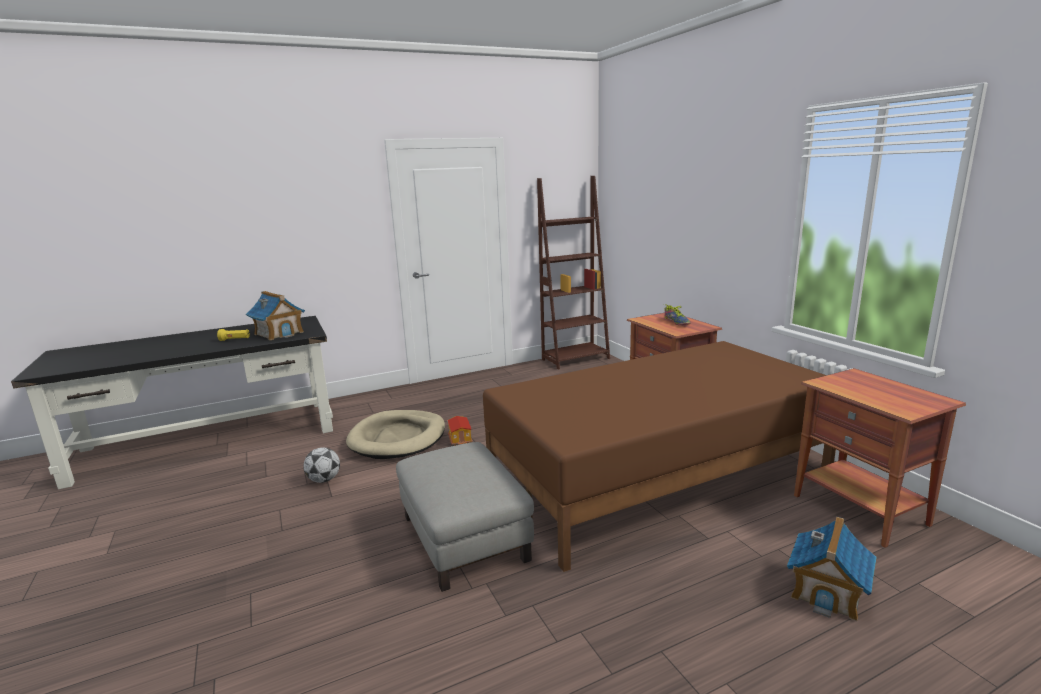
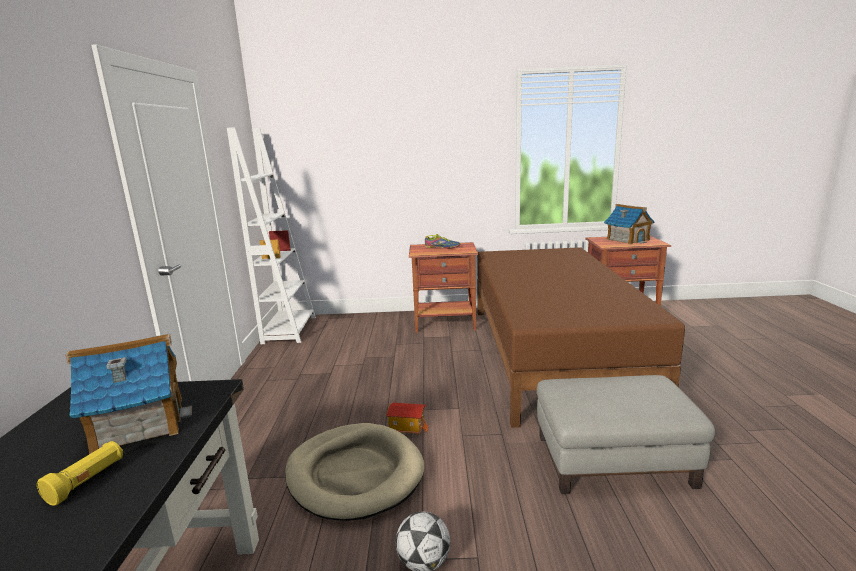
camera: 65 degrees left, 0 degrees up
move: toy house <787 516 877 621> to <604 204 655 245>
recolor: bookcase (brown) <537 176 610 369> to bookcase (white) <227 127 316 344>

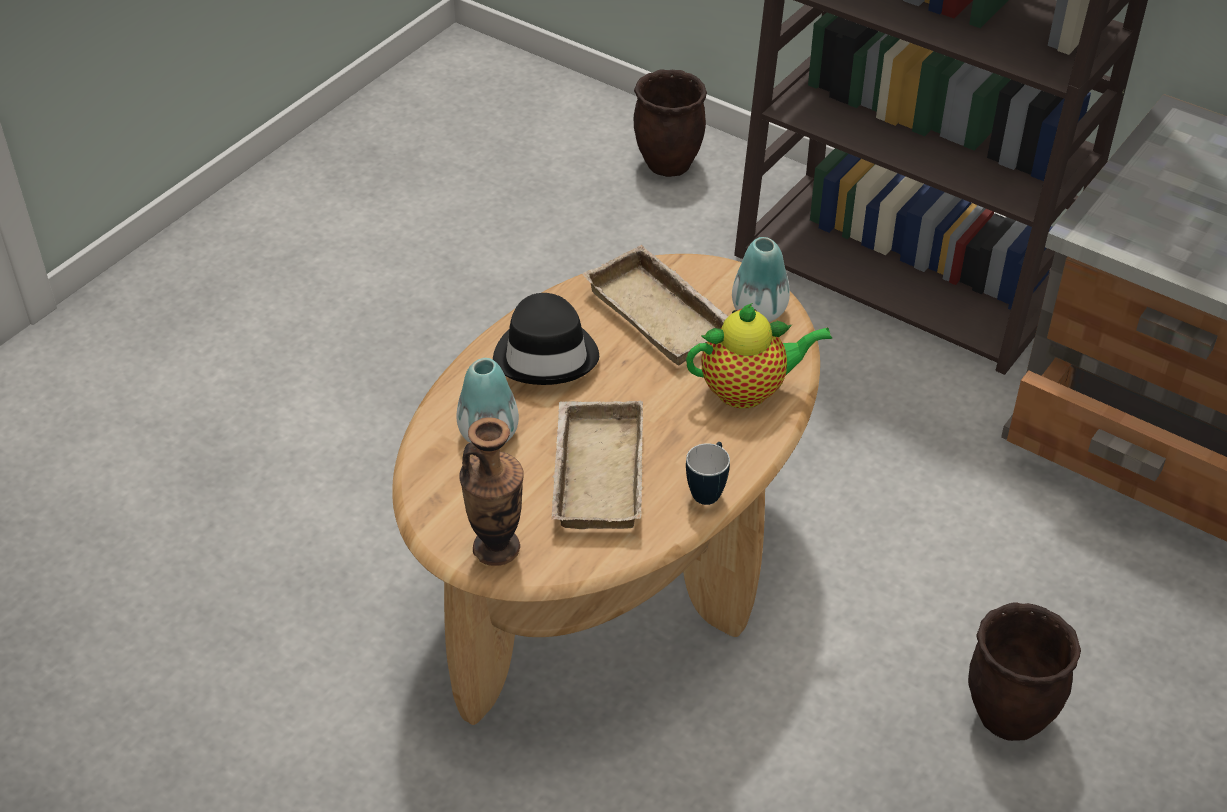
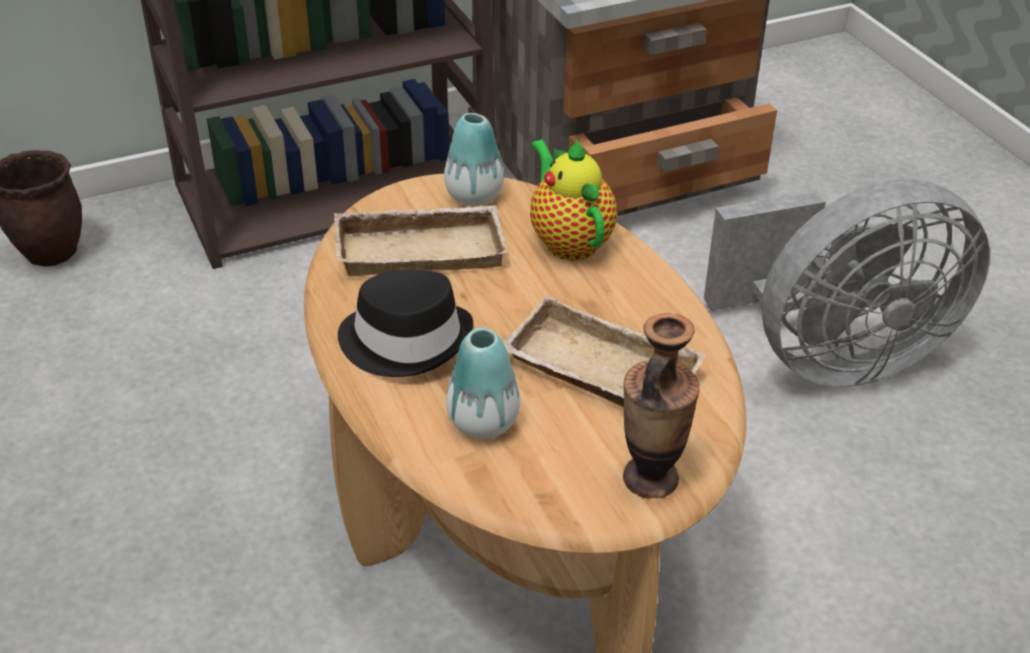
camera: 60 degrees left, 5 degrees down
delete: mug <686 442 730 505>
replace: planter (brown) <968 603 1081 741> to fan (grey) <704 179 990 387>
rotate: teapot <686 303 832 408> = <530 138 617 261> 45 degrees counterclockwise

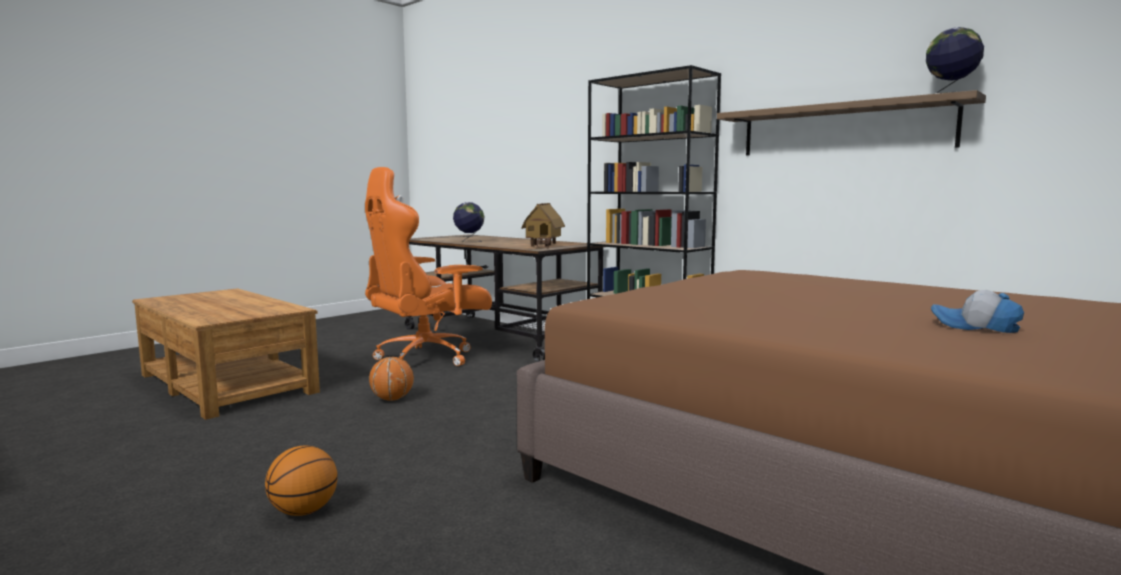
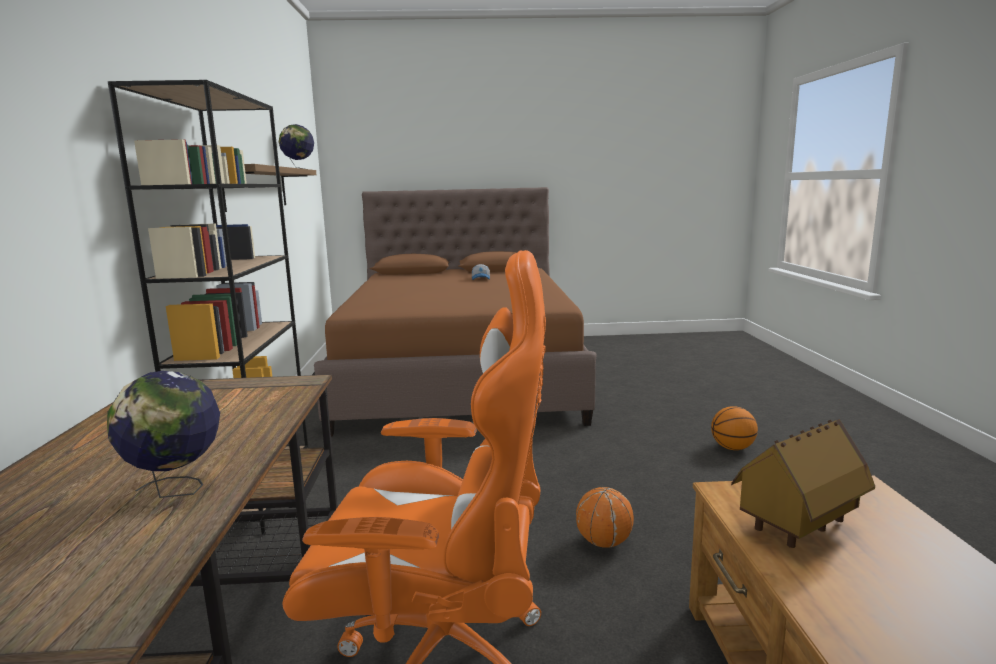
camera: 135 degrees left, 5 degrees up
move: toy house <521 203 565 249> to <731 419 875 548>

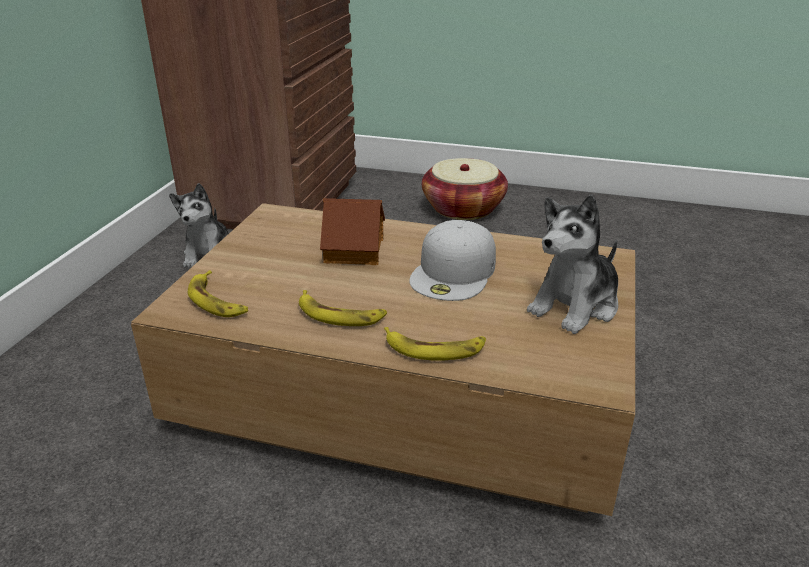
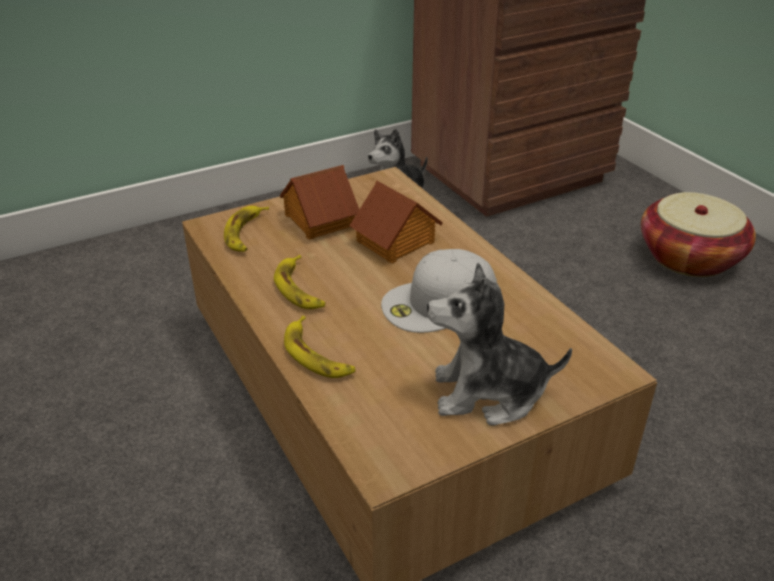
camera: 45 degrees right, 5 degrees up
insert: toy house <280 165 359 240>

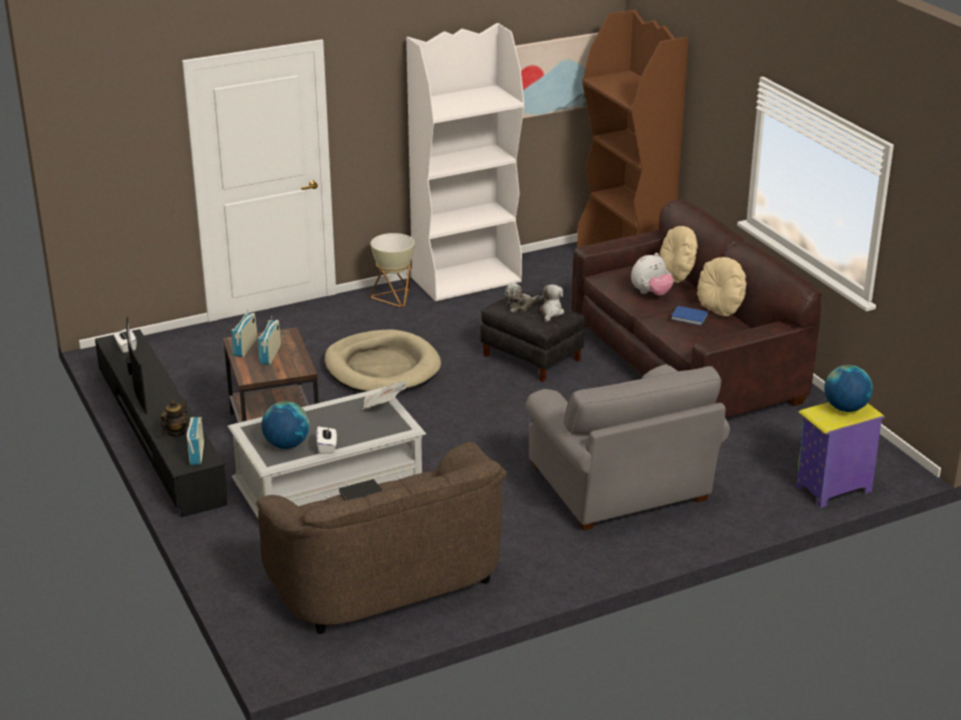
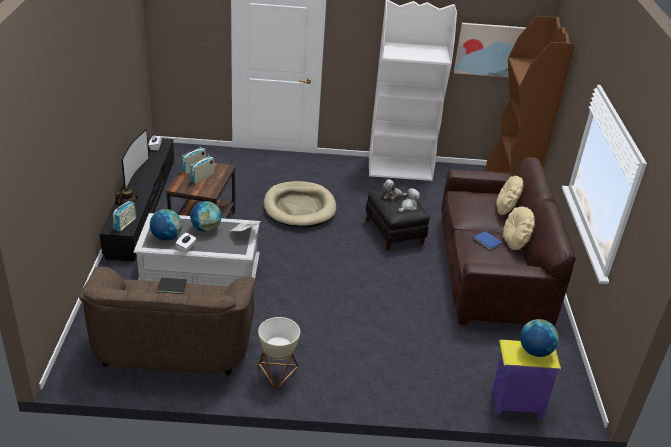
camera: 25 degrees right, 5 degrees up
delete: armchair (grey) <525 364 730 531>; plush toy <631 253 674 296>
insert: globe <190 201 222 232>
move: planter <369 233 415 308> to <258 317 300 388>

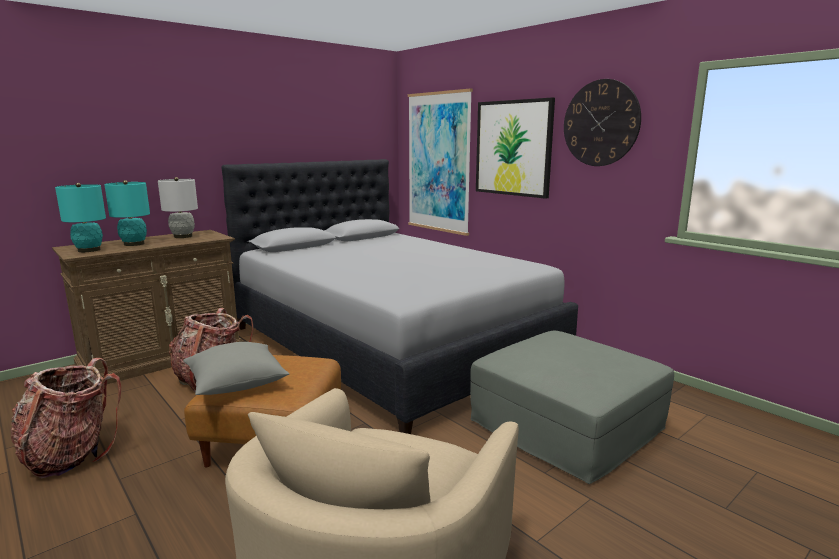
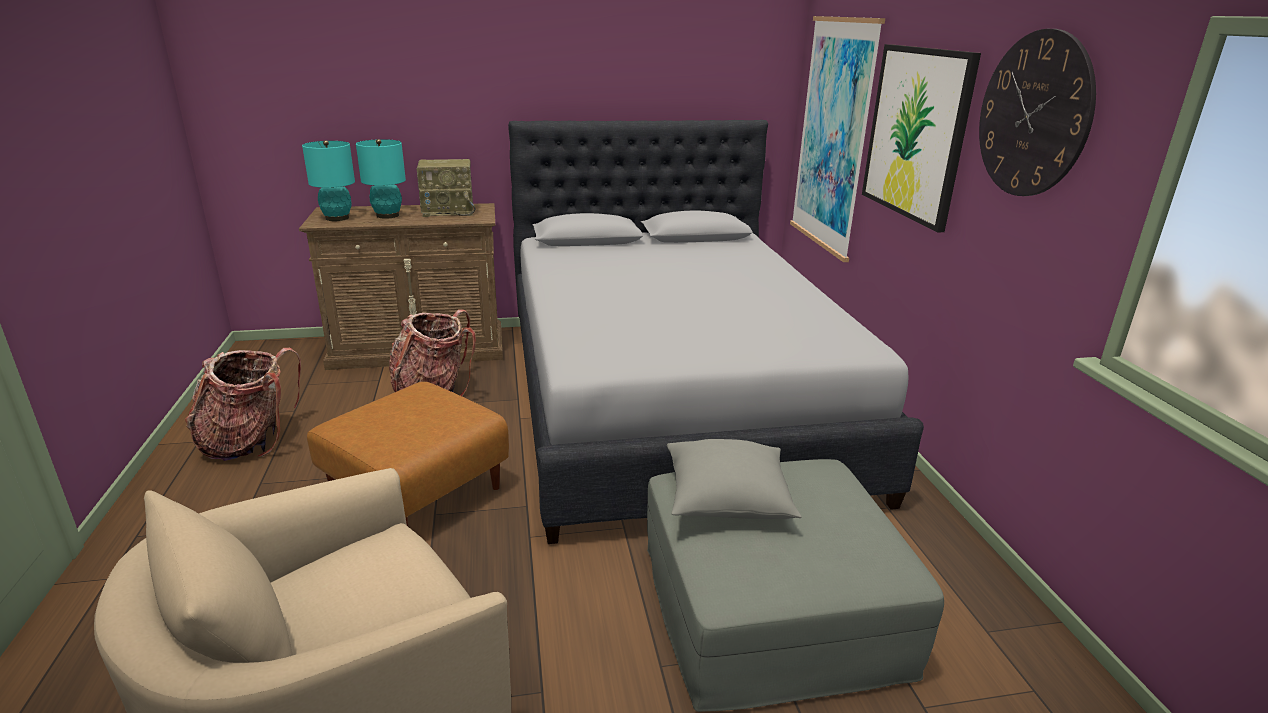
camera: 30 degrees right, 10 degrees up
move: pillow (grey) <183 342 289 395> to <667 439 801 519>
replace: table lamp (white) <158 177 198 238> to radio <417 159 475 217>

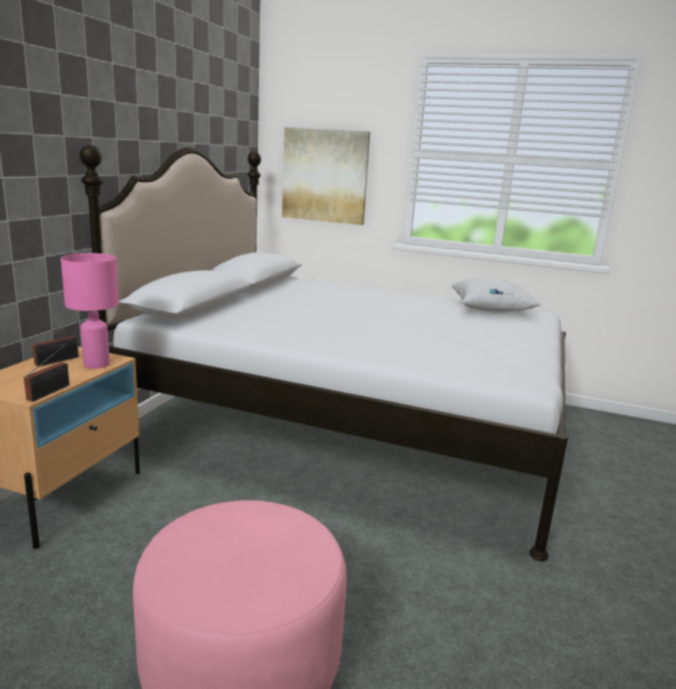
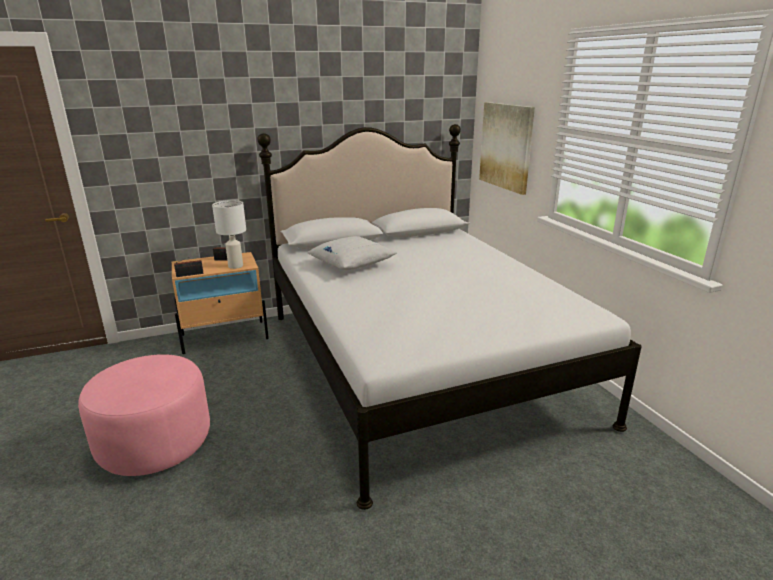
camera: 50 degrees right, 5 degrees up
move: pillow (grey) <452 278 541 312> to <307 236 397 270>
recolor: table lamp (pink) <61 253 119 369> to table lamp (white) <212 200 246 269>

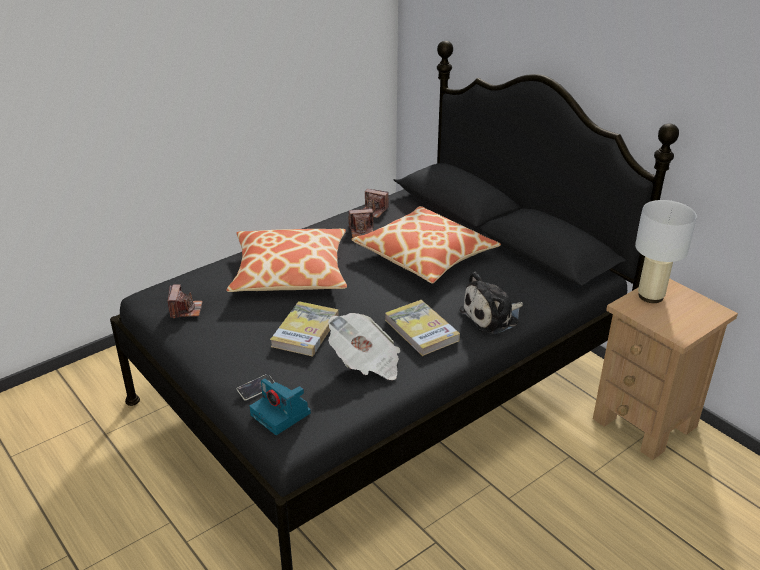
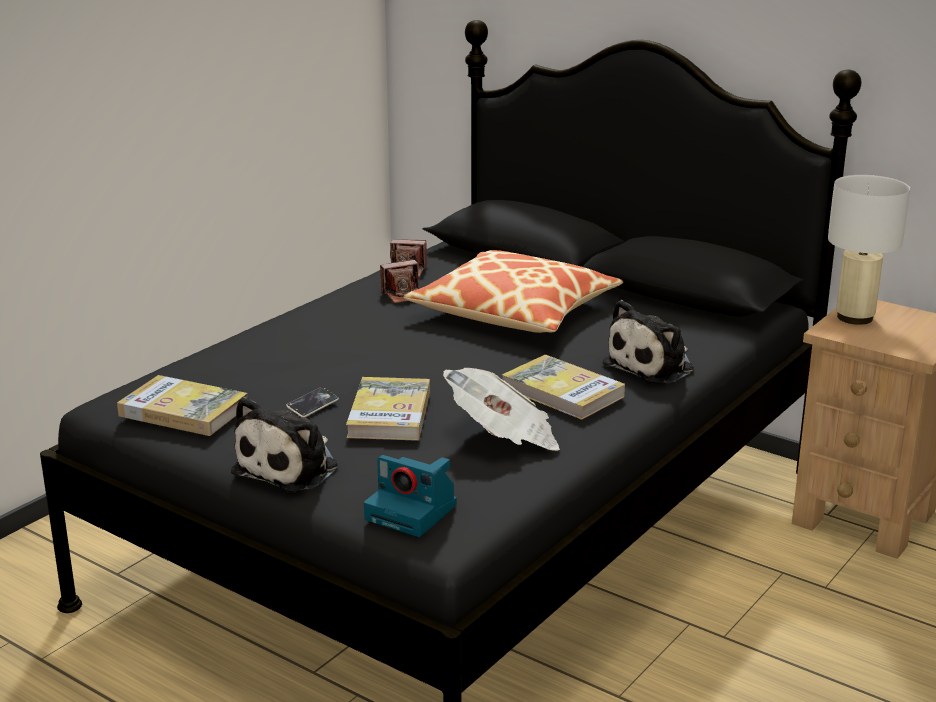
camera: 15 degrees left, 10 degrees down
delete: pillow <226 229 347 292>
insert: plush toy <231 397 338 492>
move: phone <237 374 275 401> to <286 387 339 417>
replace: photo camera <168 284 202 319> to book <117 375 248 436>

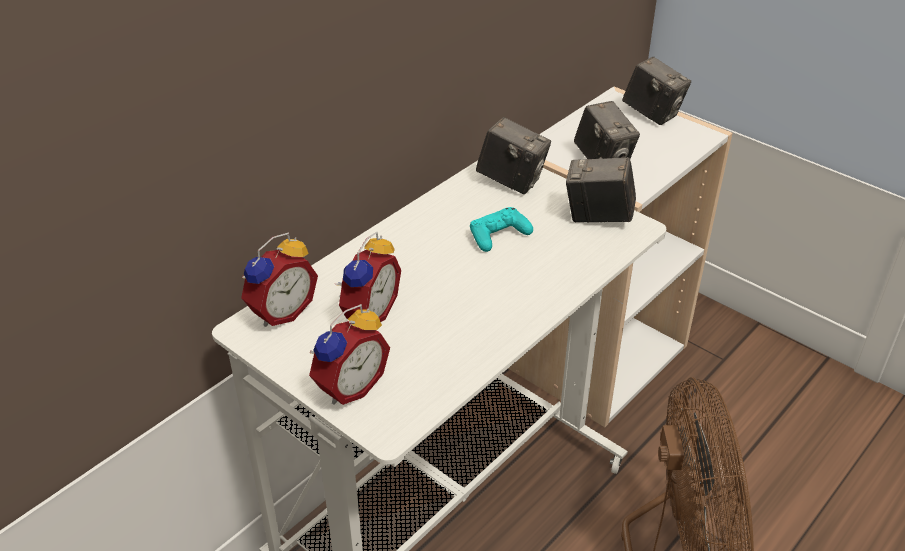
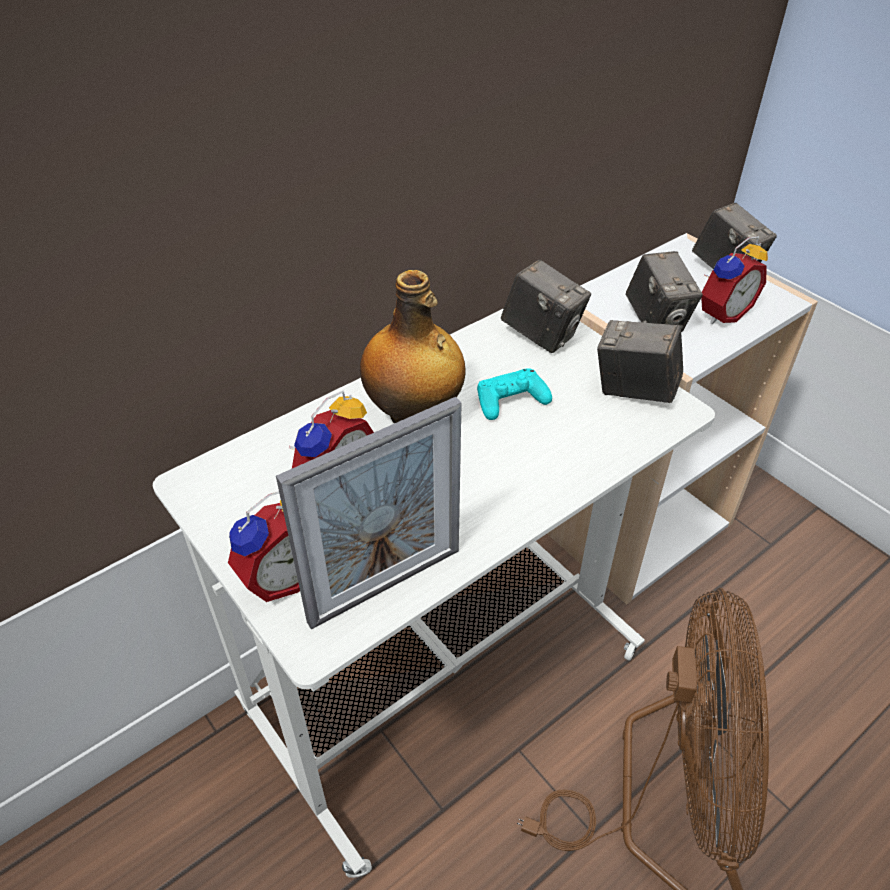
camera: 10 degrees right, 5 degrees up
insert: picture frame <276 397 462 629>; bottle <360 270 466 423>
move: alarm clock <241 233 318 327> to <701 236 768 324>

